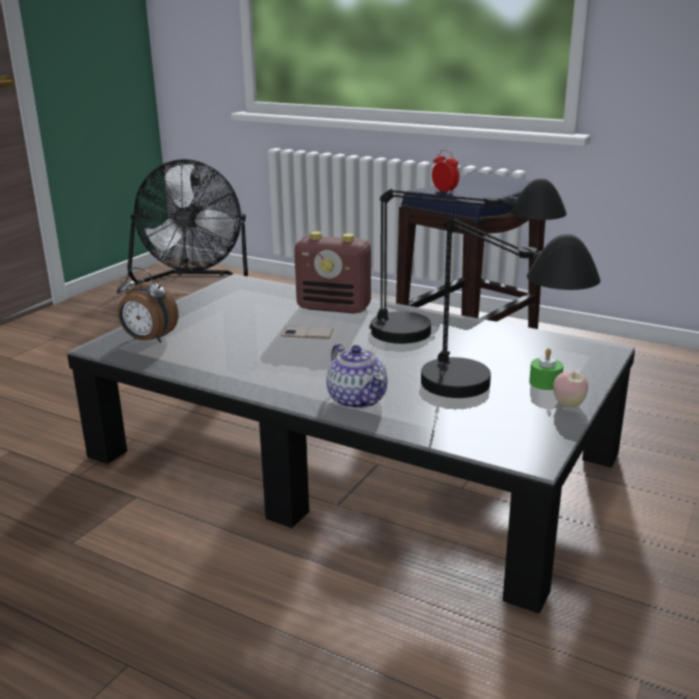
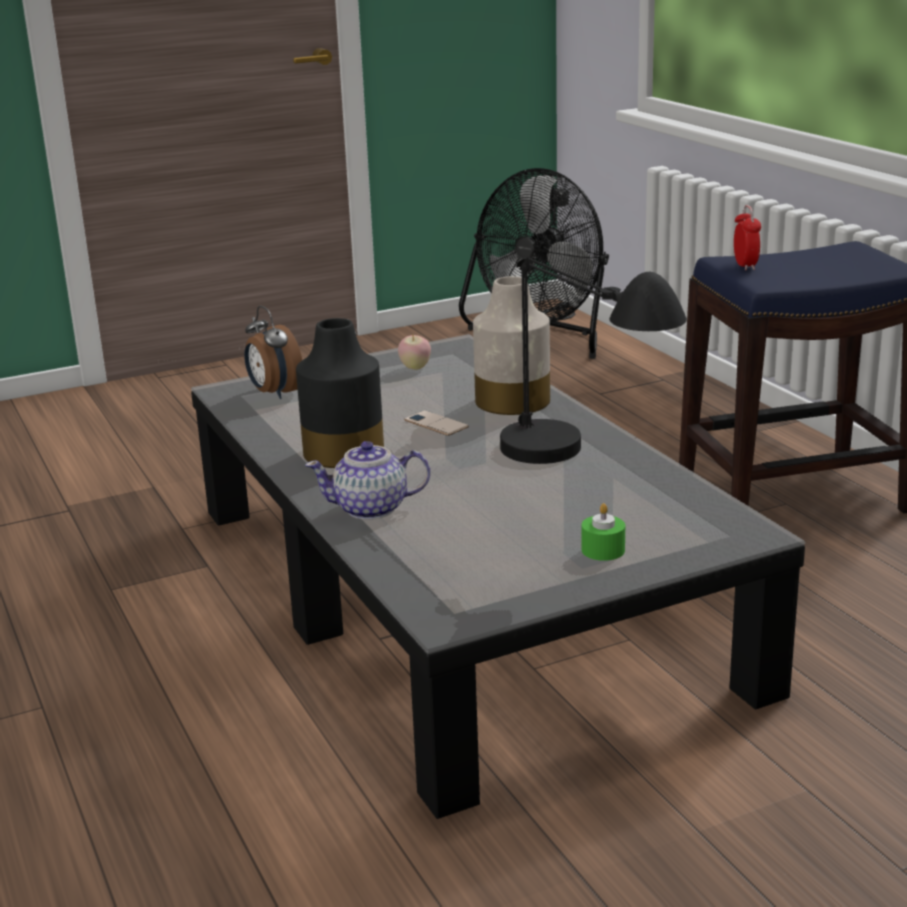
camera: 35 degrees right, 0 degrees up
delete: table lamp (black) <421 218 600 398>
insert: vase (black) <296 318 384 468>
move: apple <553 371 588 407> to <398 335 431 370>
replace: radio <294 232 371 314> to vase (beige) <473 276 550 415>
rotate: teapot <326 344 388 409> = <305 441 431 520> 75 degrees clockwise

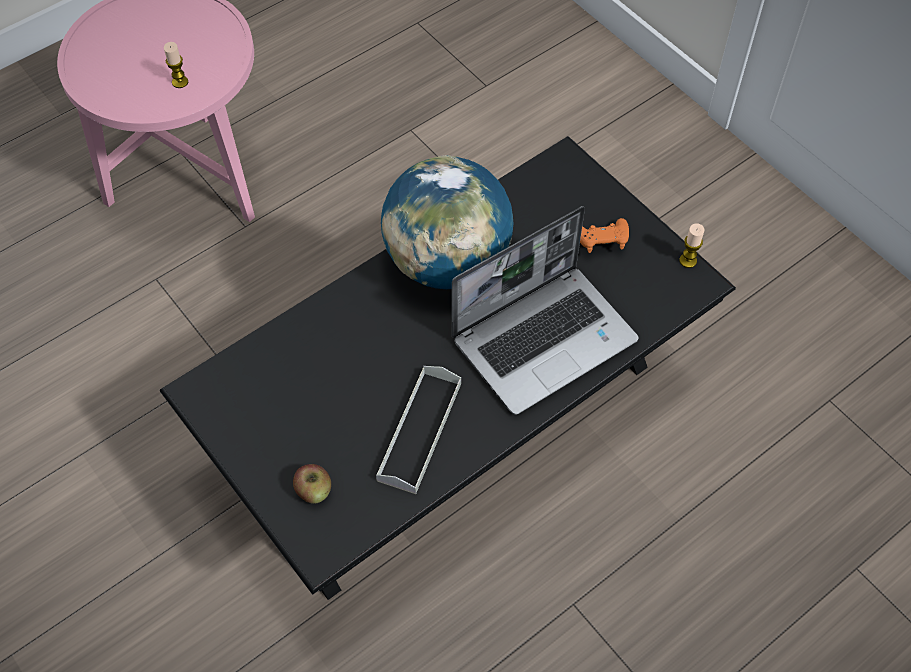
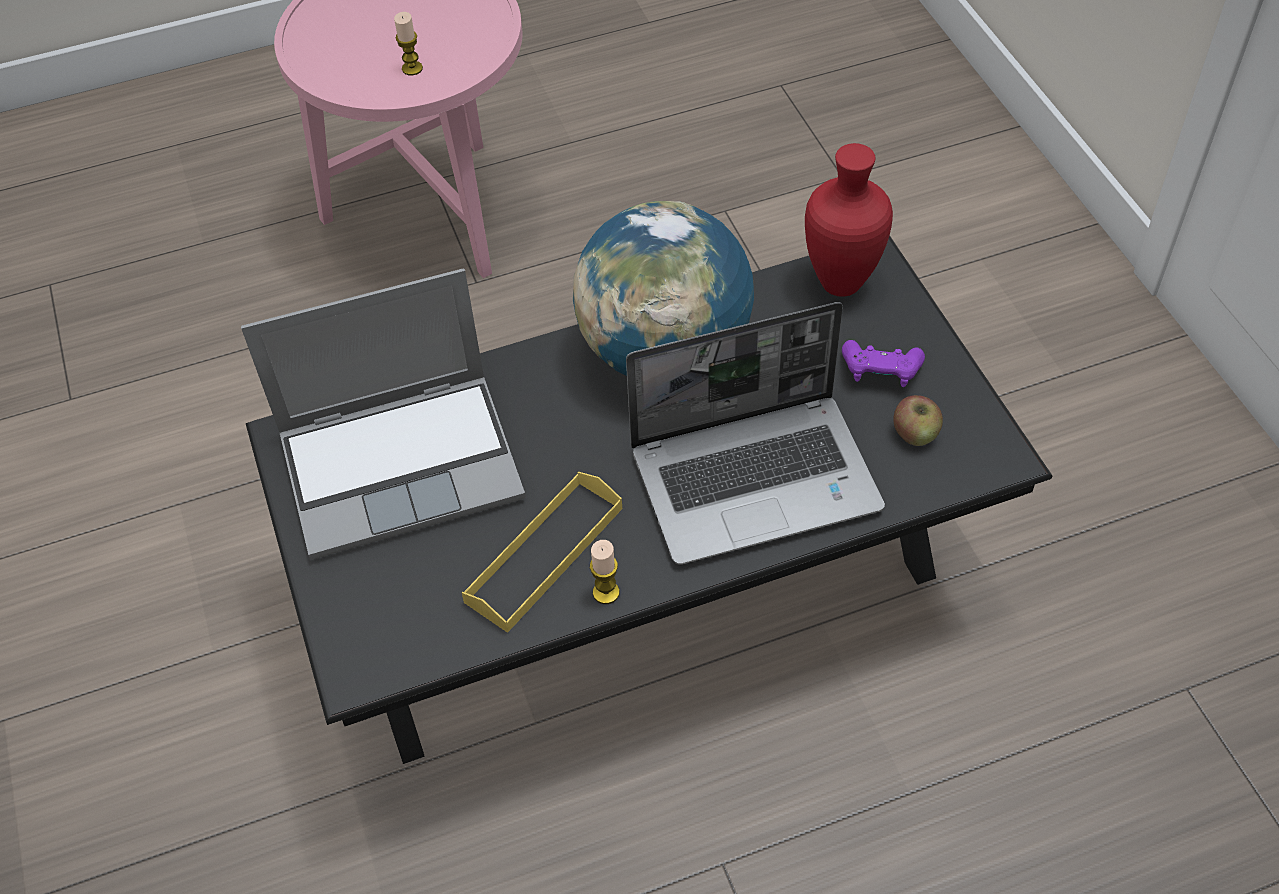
camera: 20 degrees right, 5 degrees down
insert: laptop <241 269 526 560>; vase (red) <805 143 893 297>
move: apple <293 464 331 504> to <893 395 943 446>; candle <679 223 704 268> to <590 540 620 604>
recolor: tray (grey) <376 366 461 494> to tray (yellow) <462 472 622 633>; game controller (orange) <580 218 629 253> to game controller (purple) <842 340 925 387>

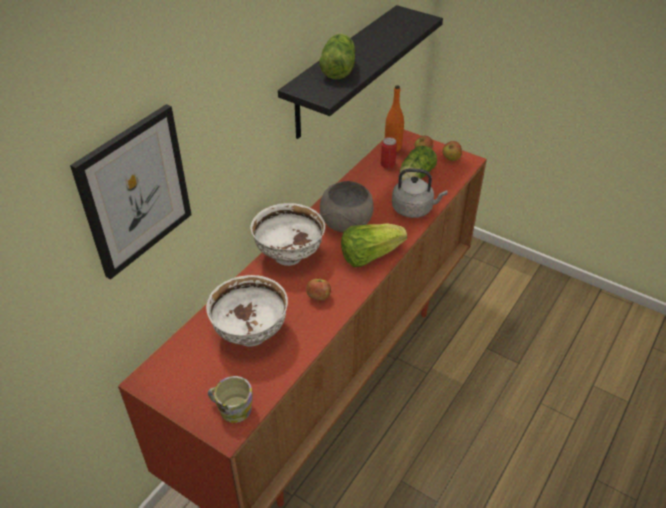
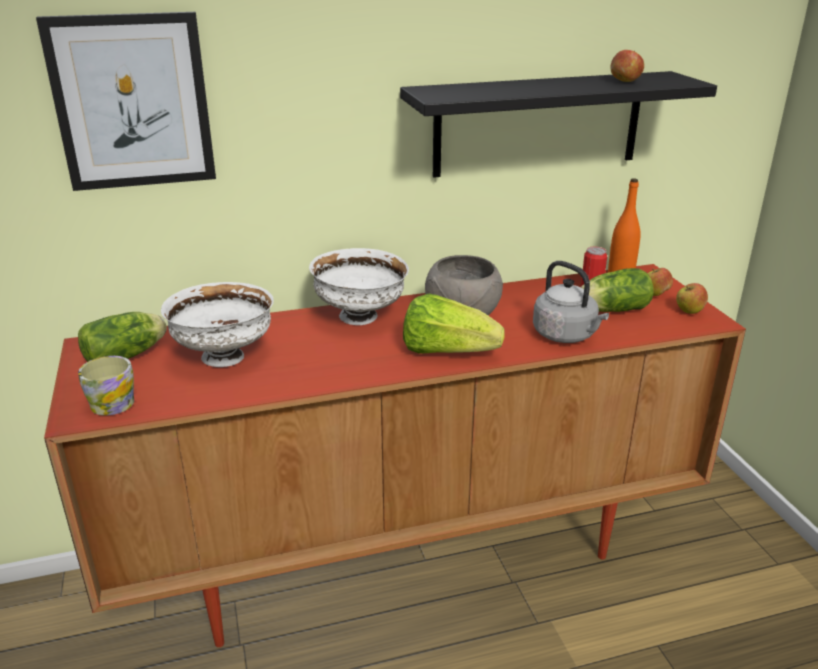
camera: 40 degrees right, 15 degrees down
move: apple <306 278 331 301> to <611 50 644 82>; lettuce <319 34 355 79> to <78 312 167 362>

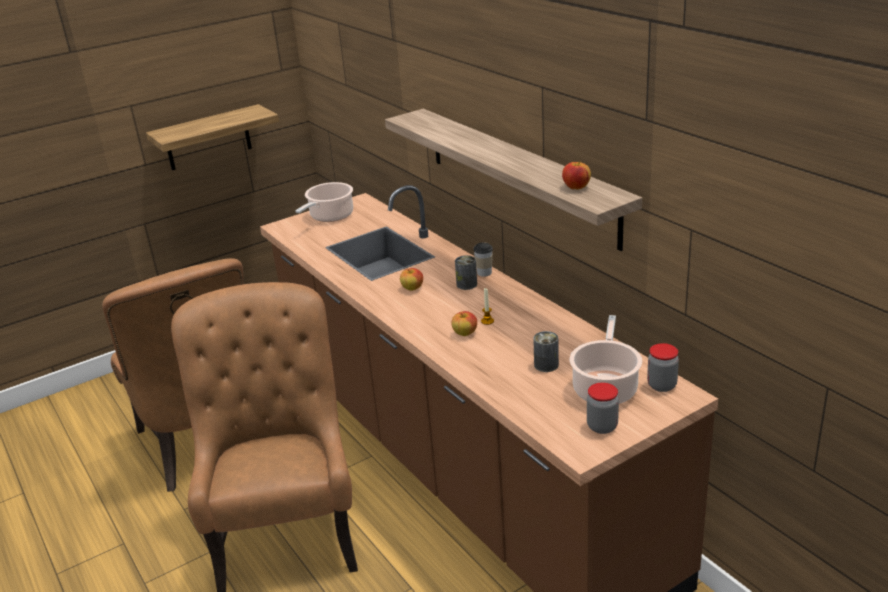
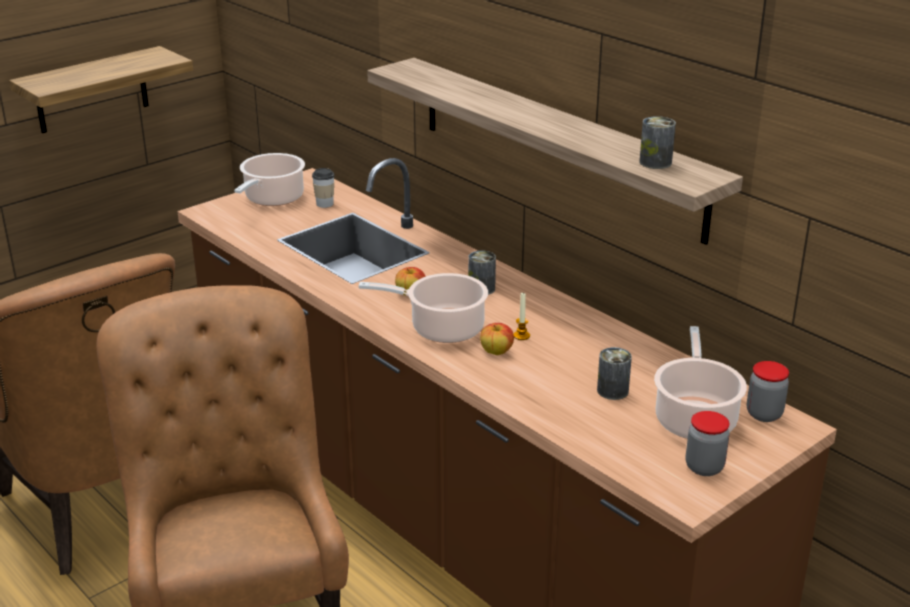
camera: 10 degrees left, 0 degrees up
insert: cooking pot <359 273 488 343>
move: cup <474 242 493 277> to <312 168 335 208>
replace: apple <562 161 591 189> to can <639 116 676 169>

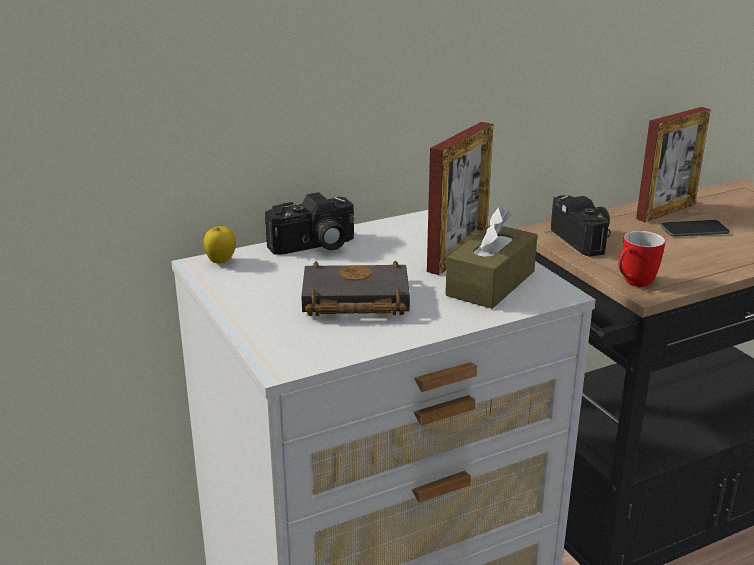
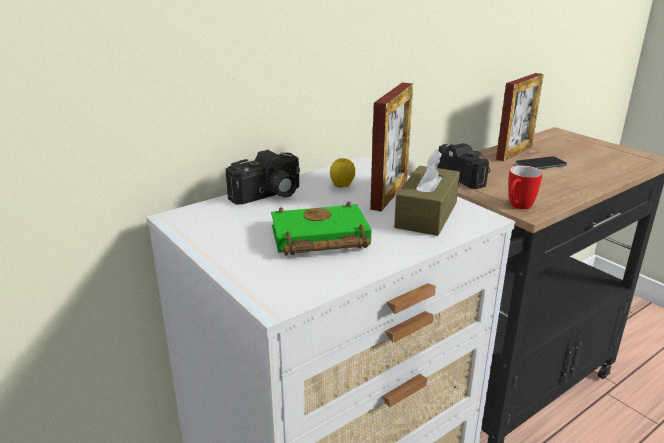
camera: 10 degrees left, 0 degrees up
move: apple <203 226 236 263> to <330 158 355 188>
recolor: book (black) <301 260 410 316> to book (green) <271 202 371 256>

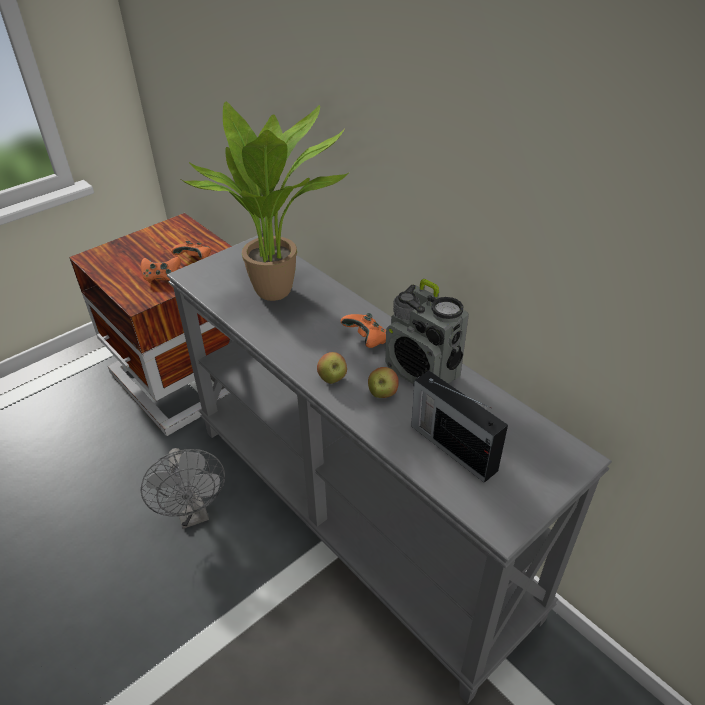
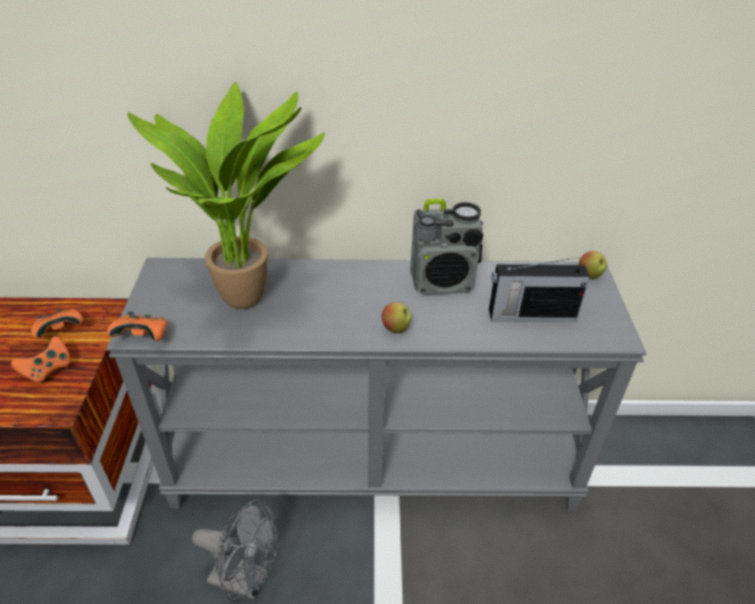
camera: 50 degrees left, 0 degrees up
move: game controller (orange) <341 313 386 348> to <107 312 167 341>; apple <368 367 399 398> to <579 251 607 280>

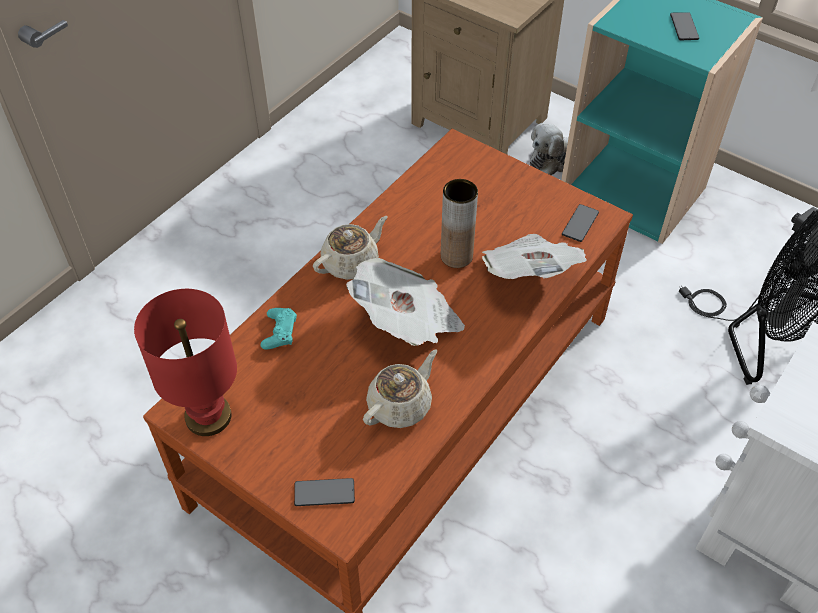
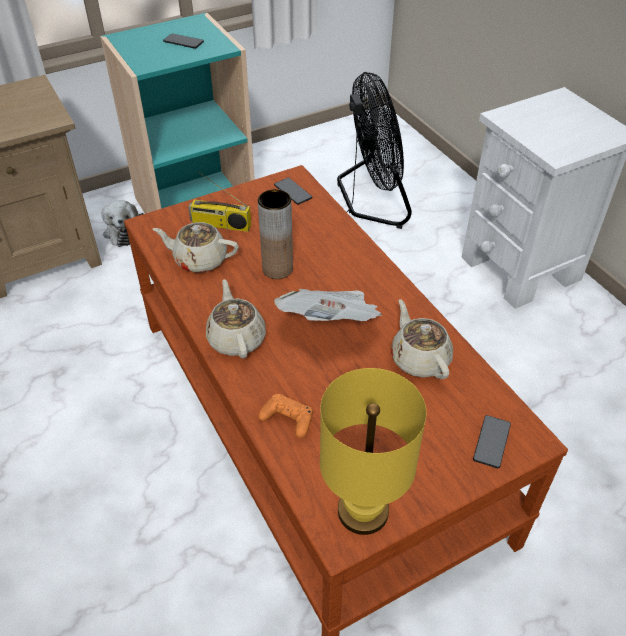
camera: 65 degrees left, 5 degrees down
delete: newspaper <482 234 587 279>
insert: teapot (beige) <153 222 238 273>; radio <188 171 251 232>
recolor: table lamp (red) <134 289 237 436> to table lamp (yellow) <320 368 426 535>; game controller (turquoise) <260 308 297 350> to game controller (orange) <258 394 313 438>

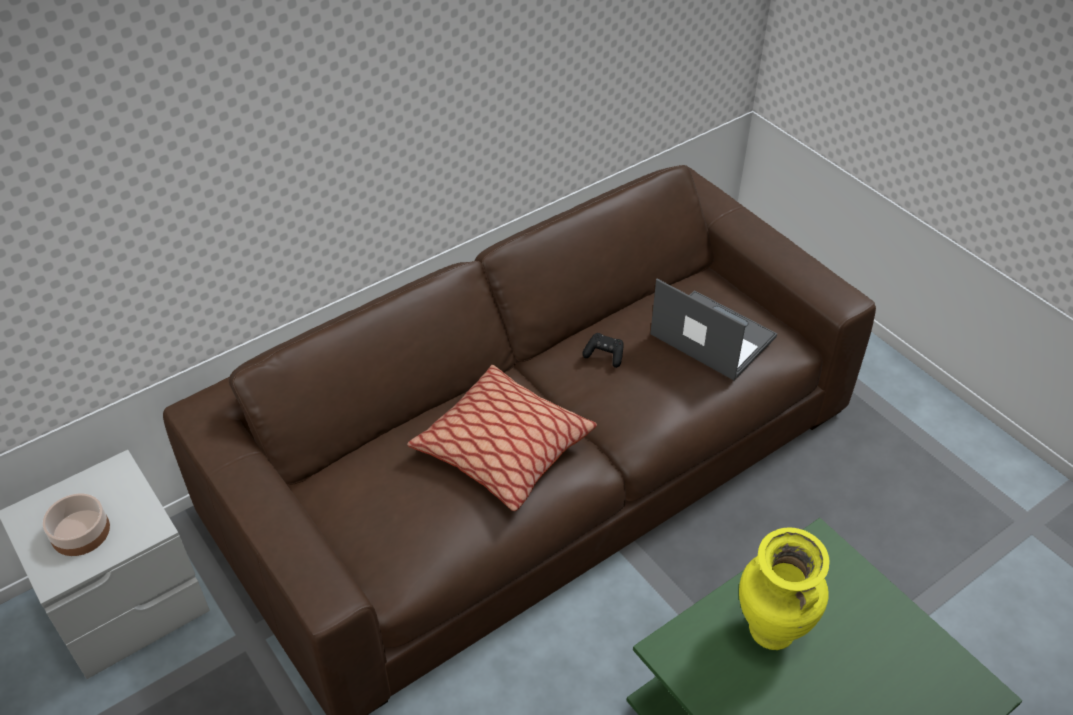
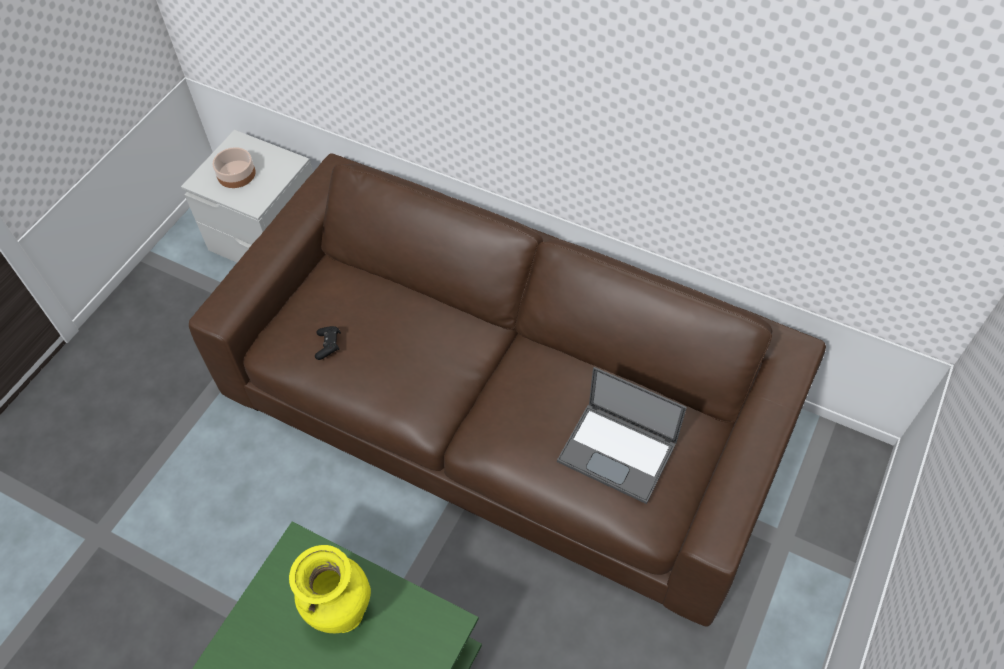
camera: 65 degrees right, 10 degrees up
delete: pillow <407 365 597 511>
move: game controller (black) <582 333 624 368> to <315 326 341 360>
rotate: laptop <650 279 777 381> = <557 367 687 504> 105 degrees clockwise

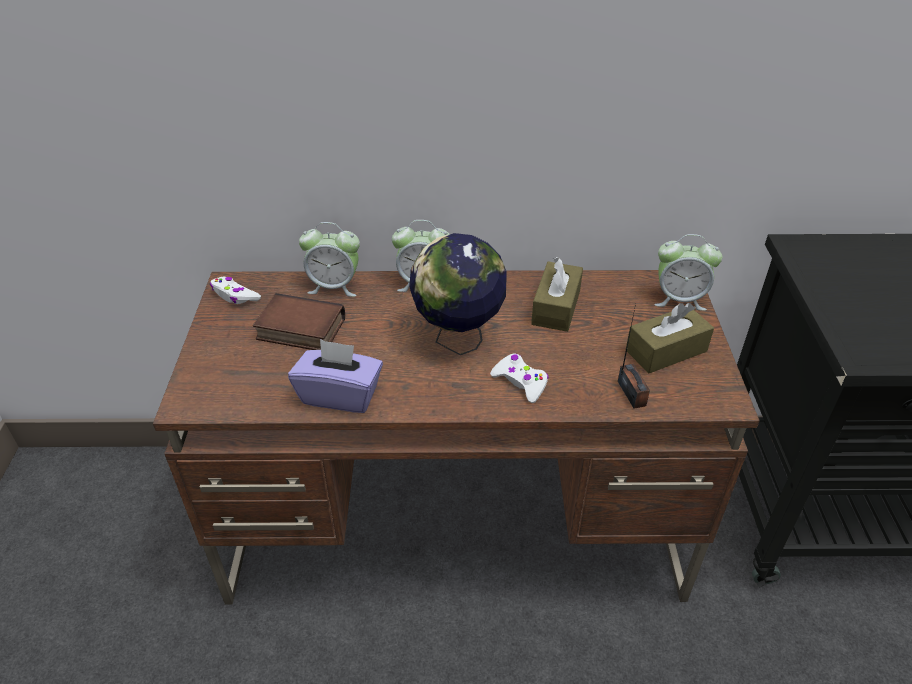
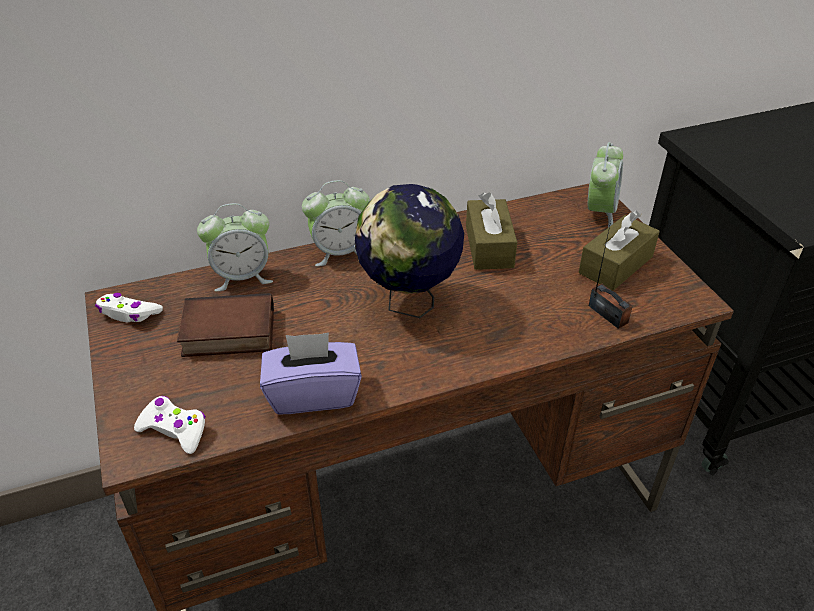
camera: 20 degrees left, 0 degrees up
move: game controller (white) <490 354 549 403> to <134 396 206 454>
rotate: alarm clock <655 234 722 311> = <588 142 623 228> 60 degrees counterclockwise

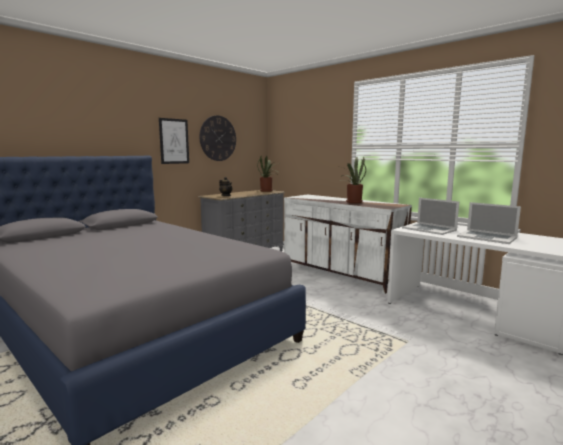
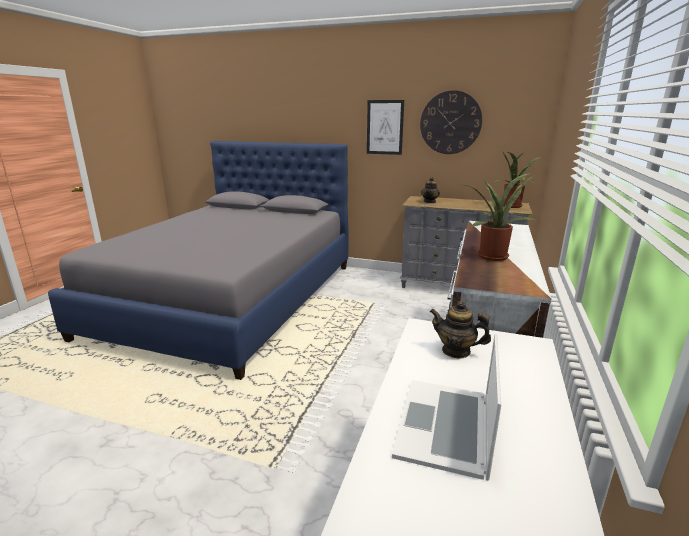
camera: 65 degrees right, 10 degrees up
replace: laptop <402 198 459 235> to teapot <430 301 491 359>

